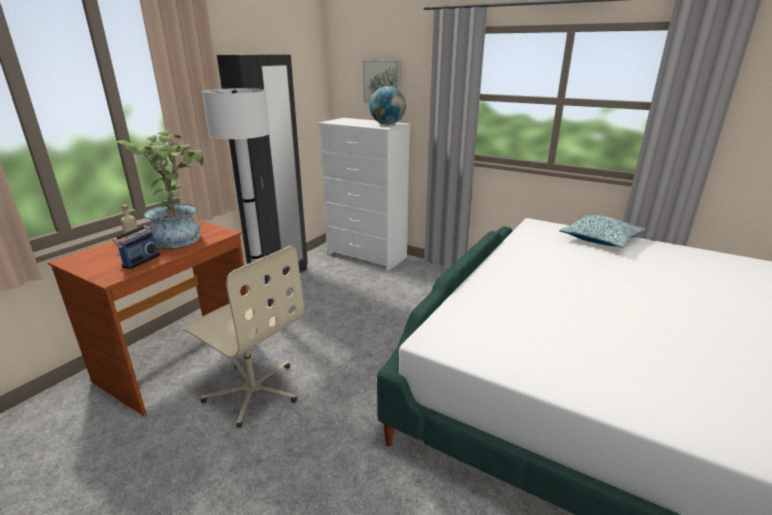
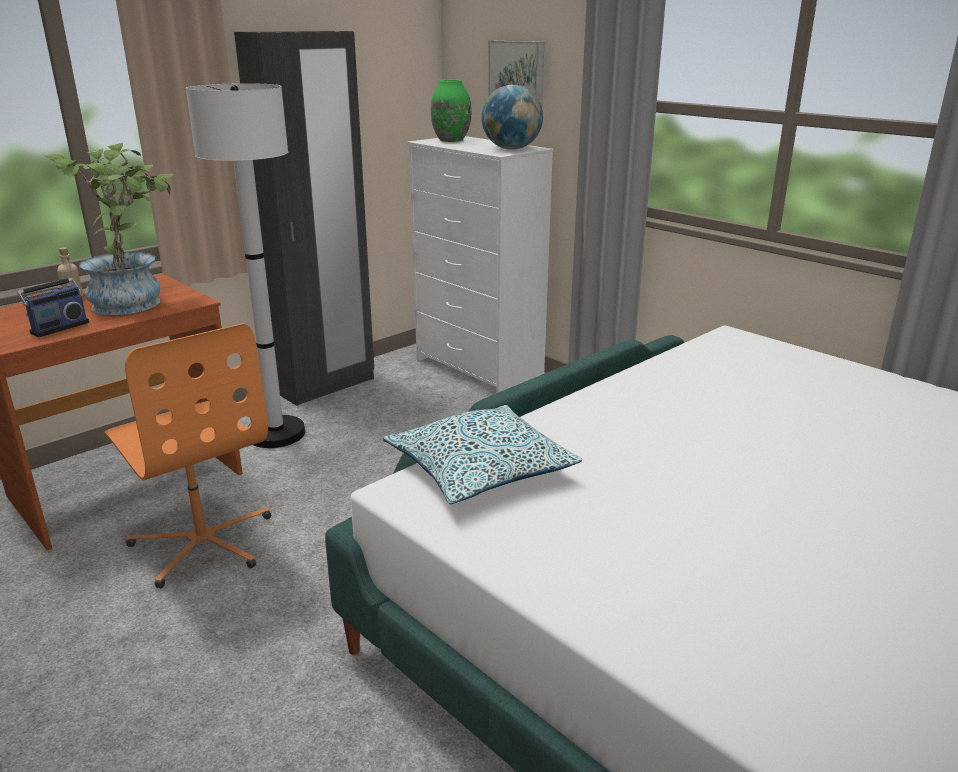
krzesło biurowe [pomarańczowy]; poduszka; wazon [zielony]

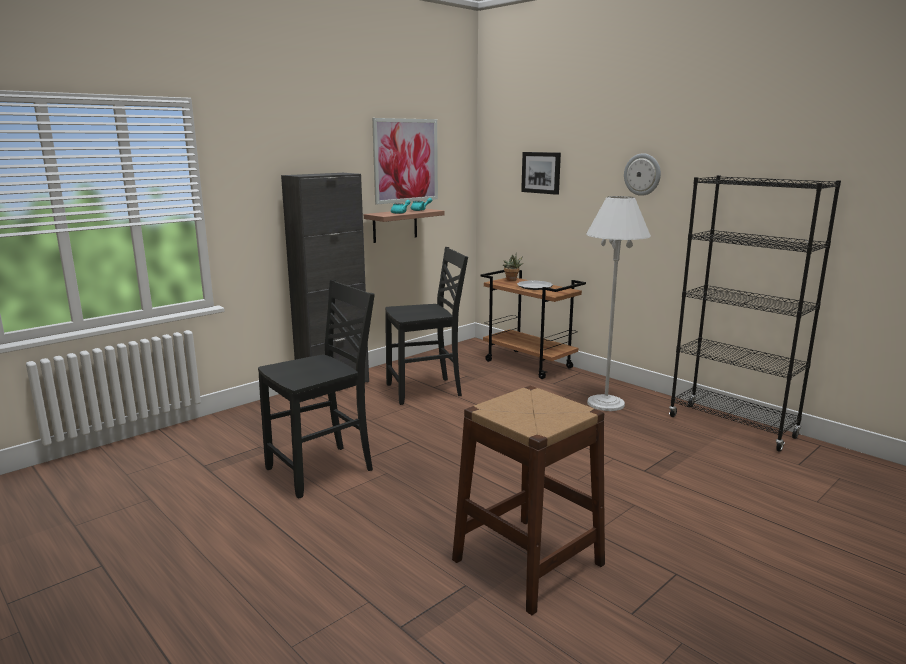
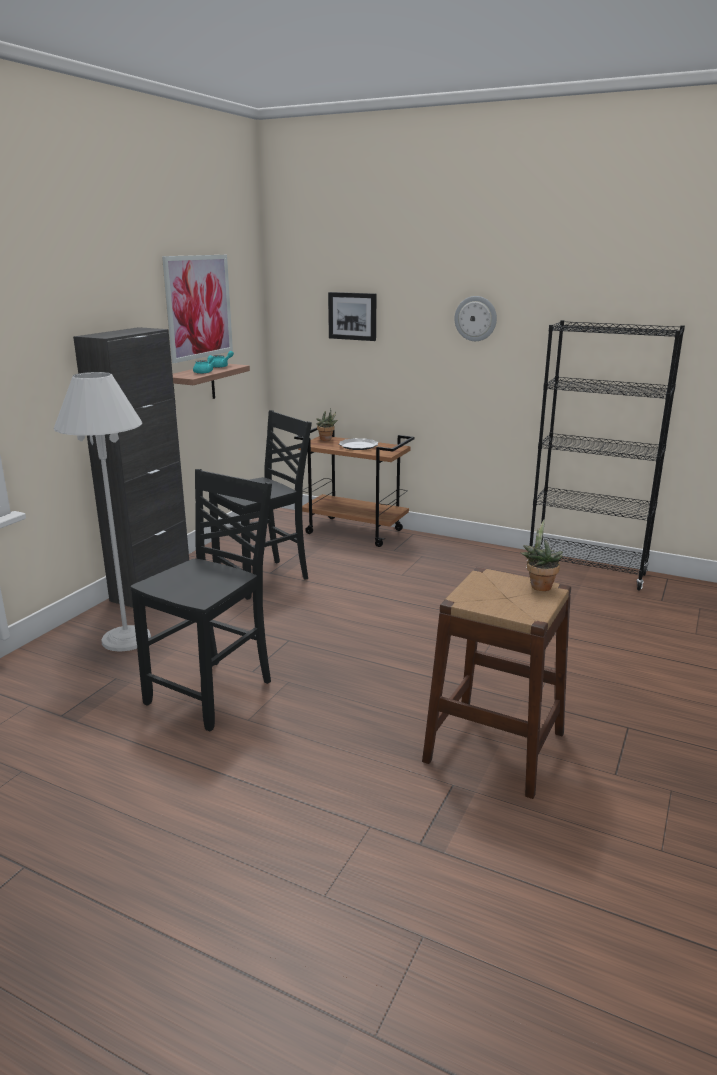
lampa stojąca [biały]; roślina doniczkowa (no. 2 from left)

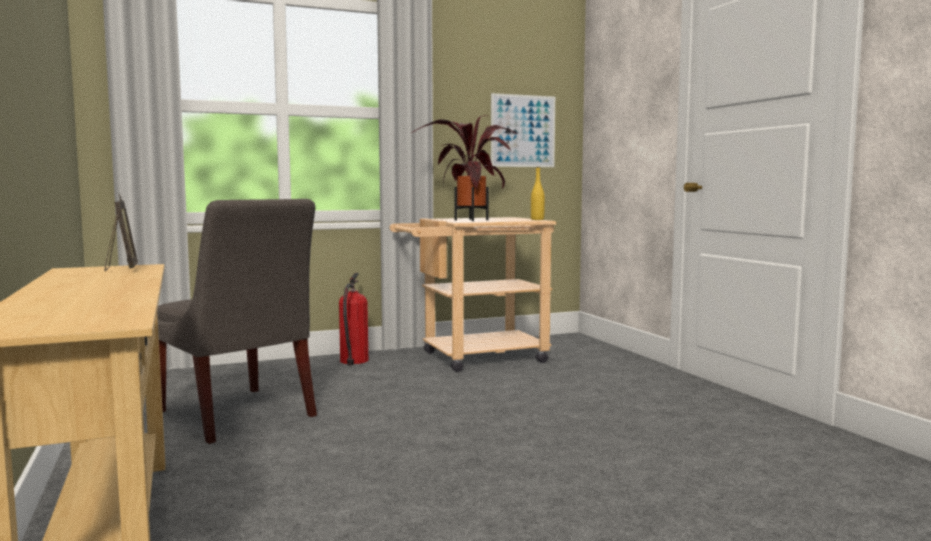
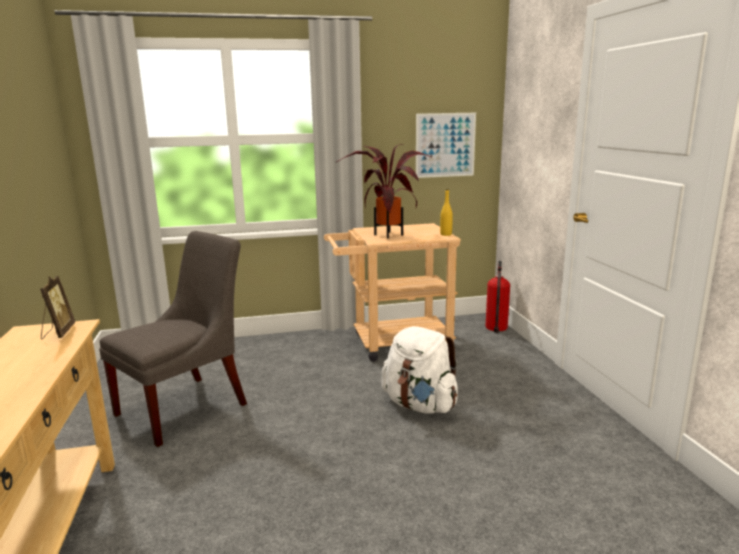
krzesło [szary]; plecak [biały]; gaśnica

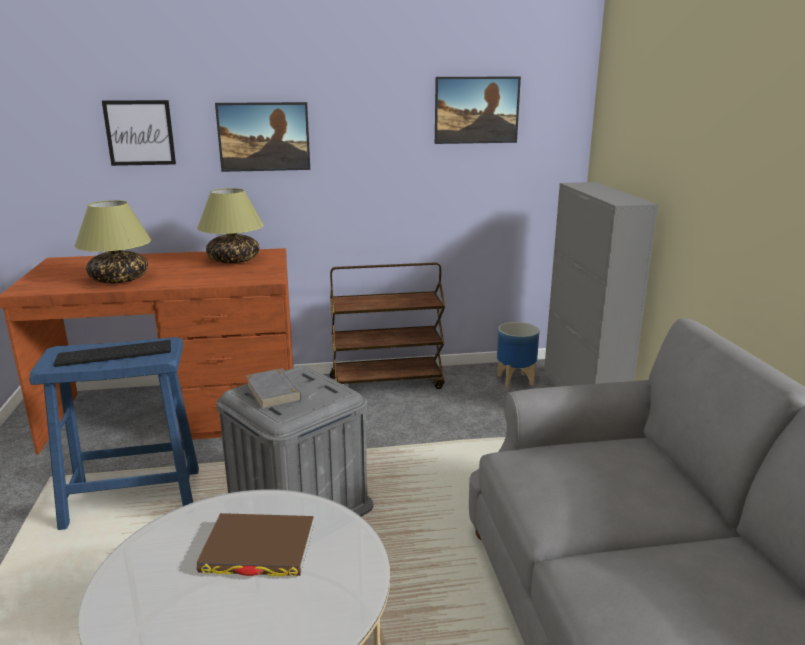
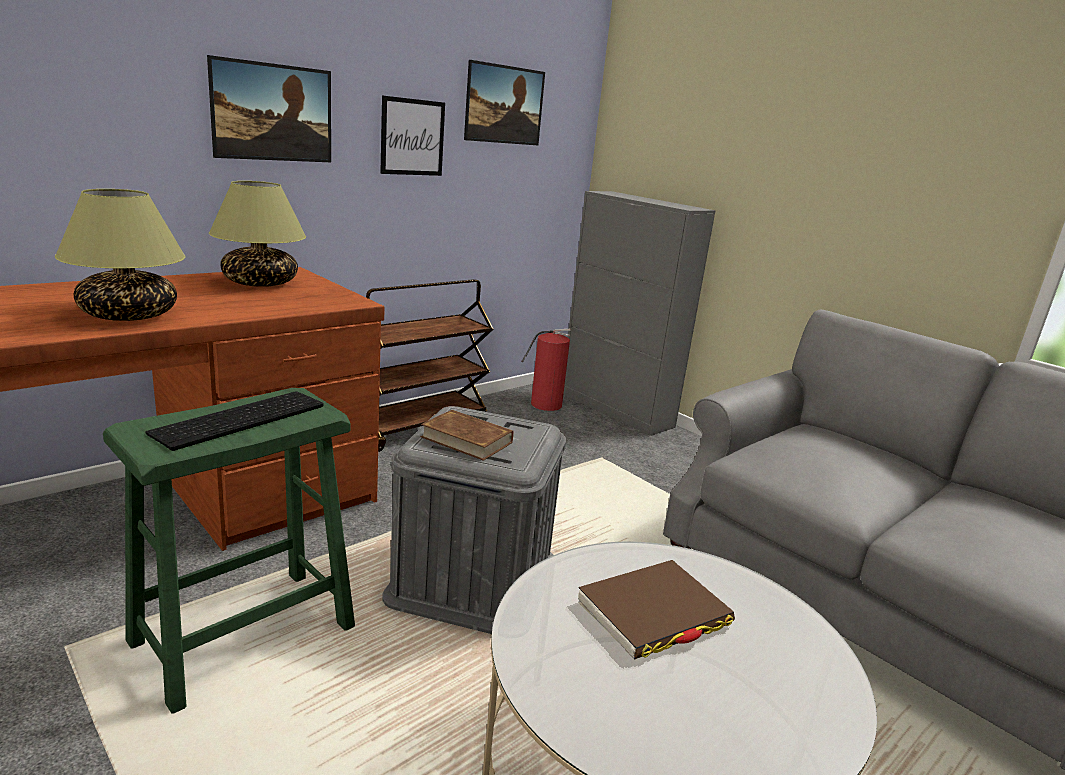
stołek [zielony]; obraz (no. 2 from left); książka [brązowy] (no. 1 from left); gaśnica

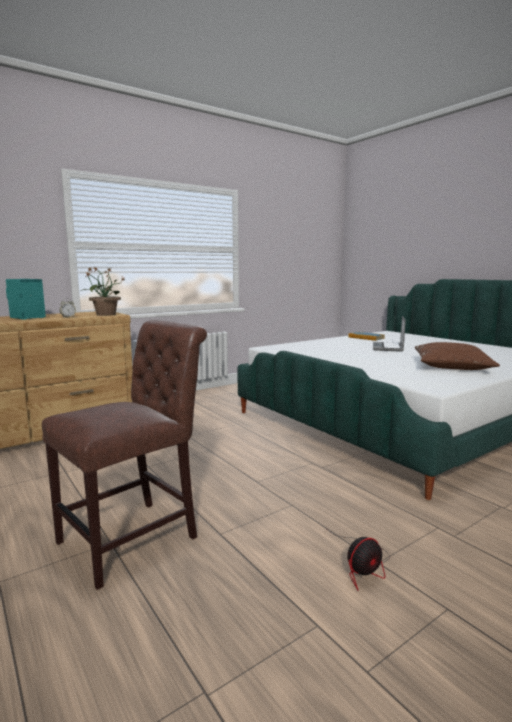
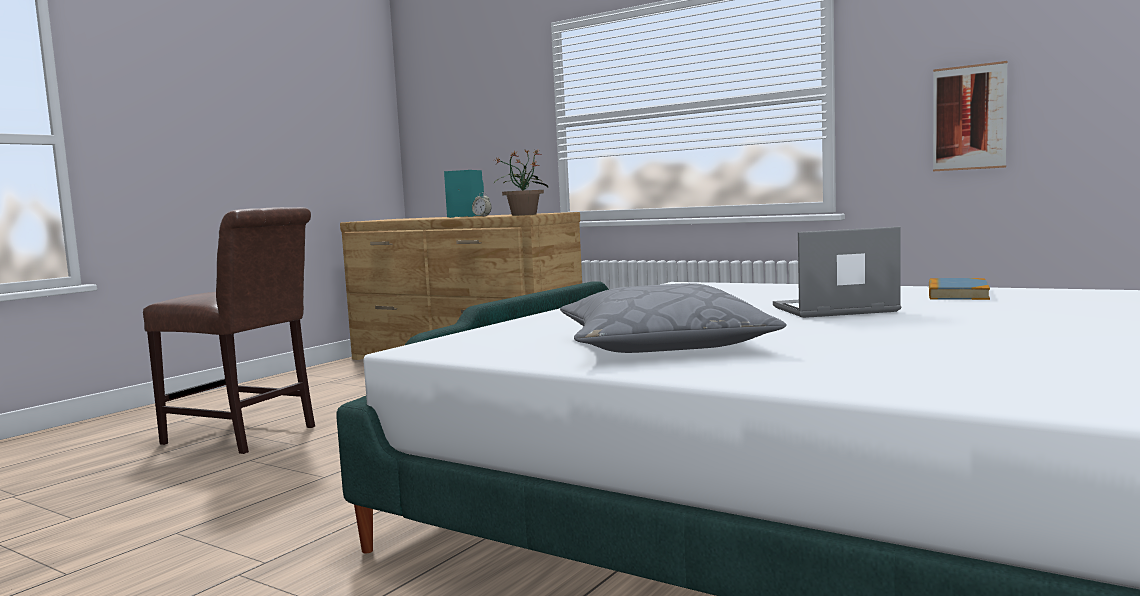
poduszka [szary]; obraz; wentylator

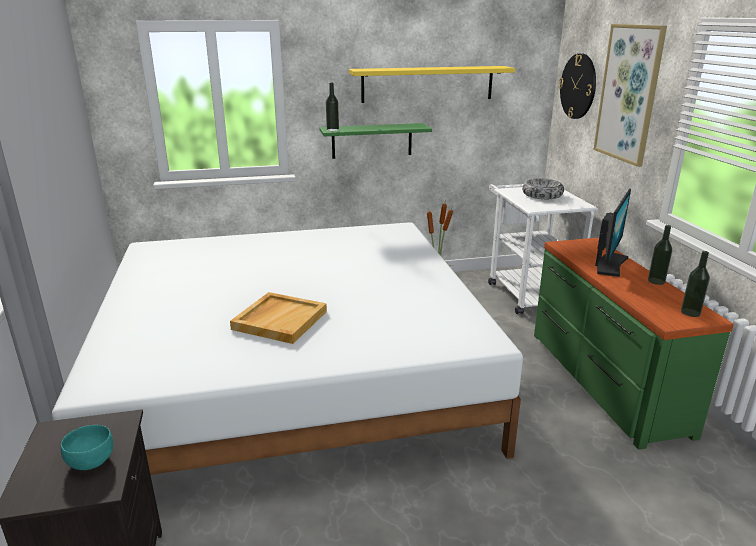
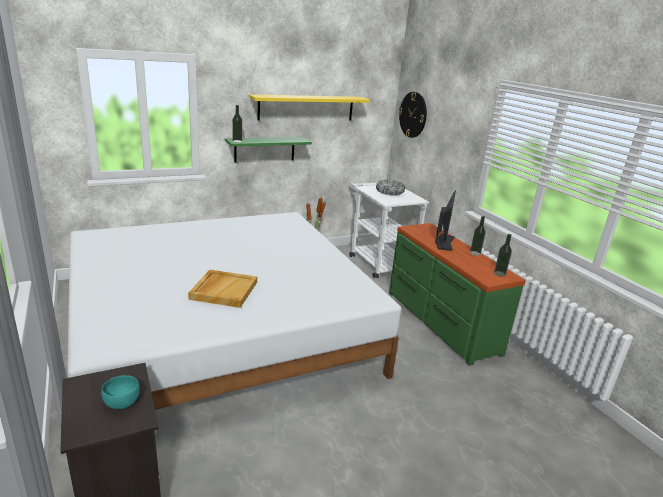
obraz

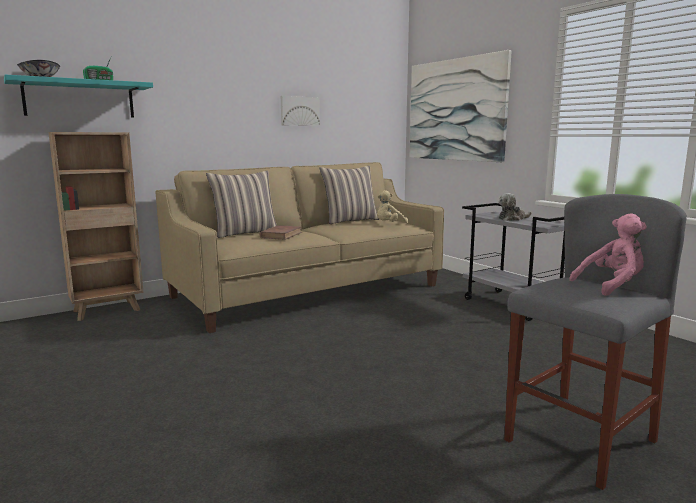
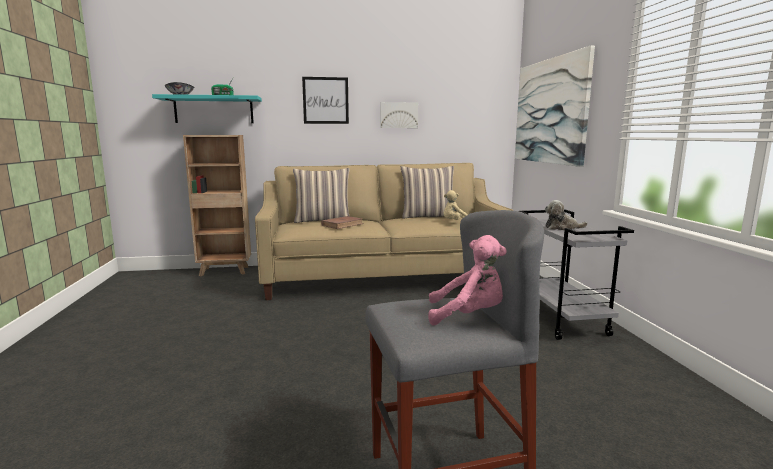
obraz (no. 1 from left)

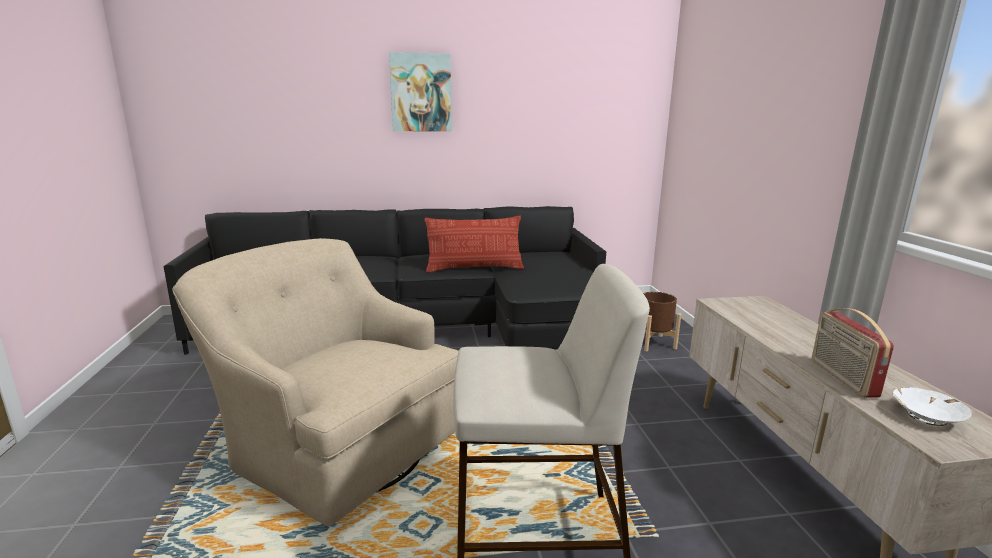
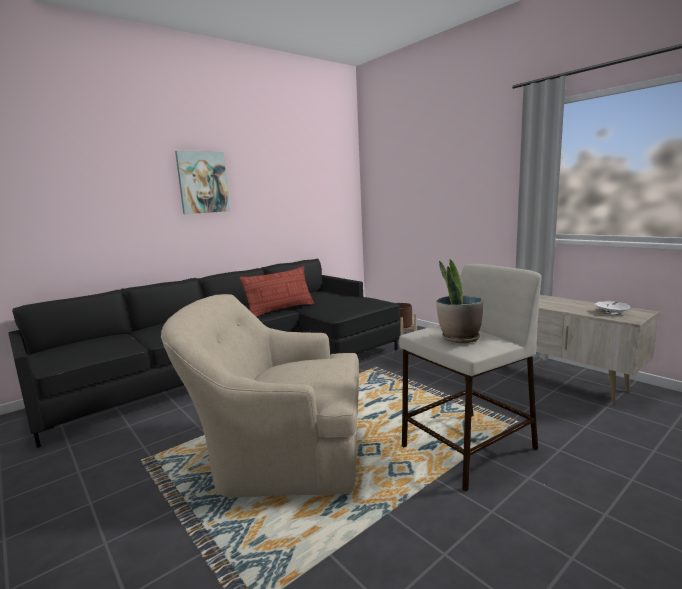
roślina doniczkowa; radio

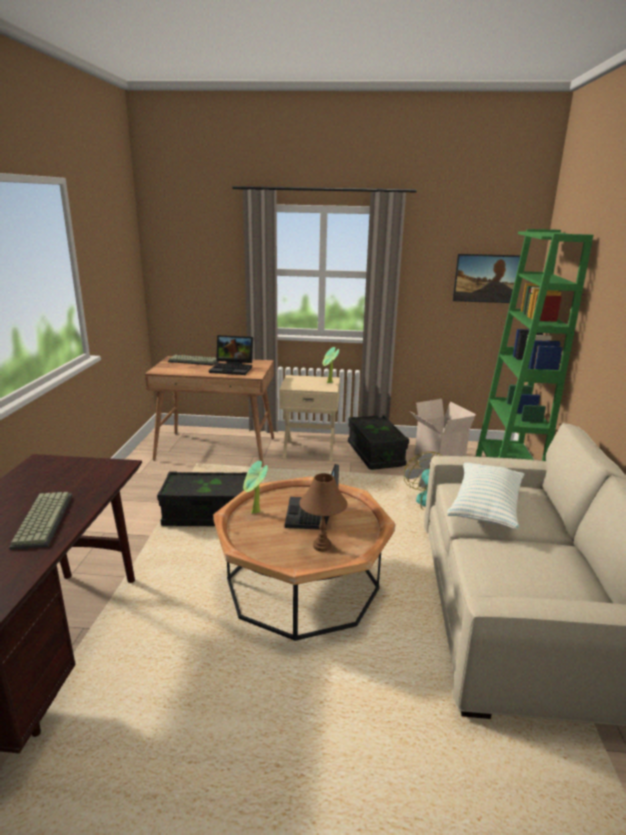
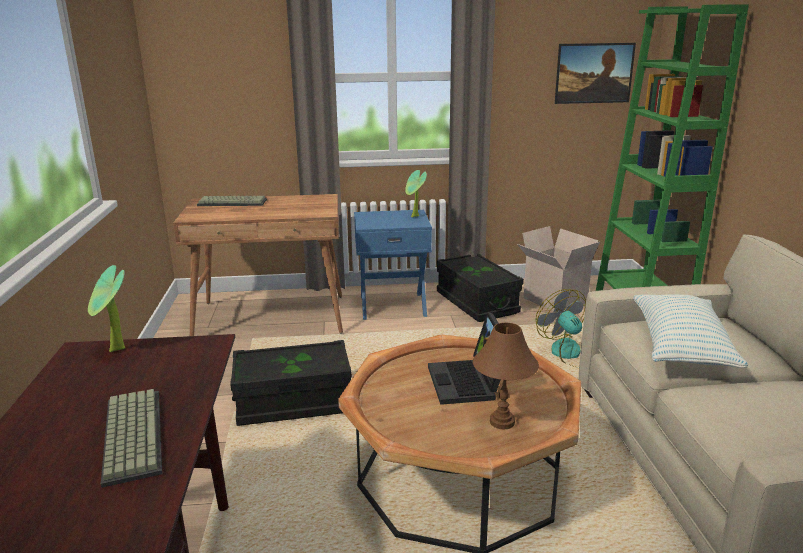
roślina doniczkowa (no. 1 from left); szafka nocna [niebieski]; laptop (no. 1 from left in the first image)

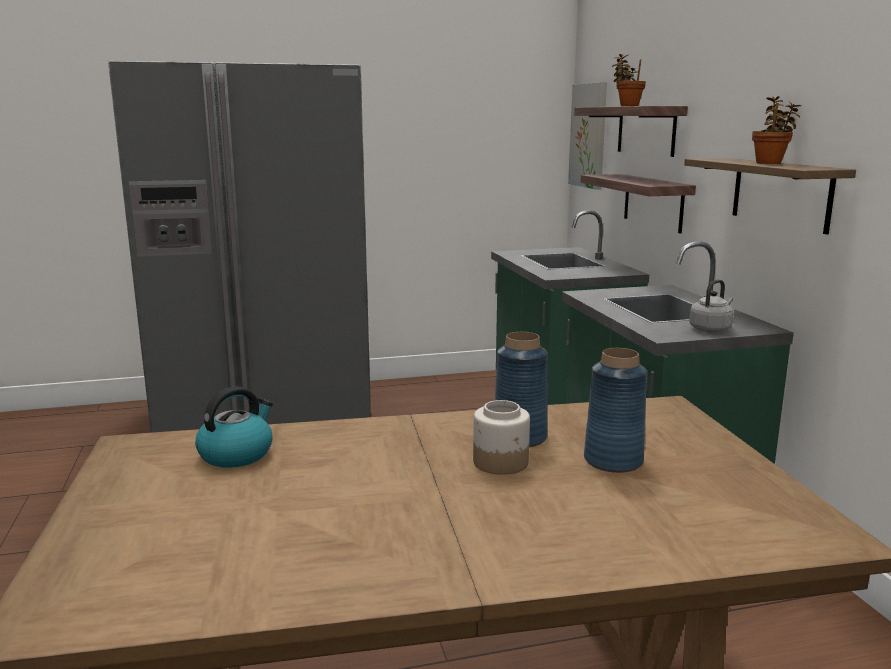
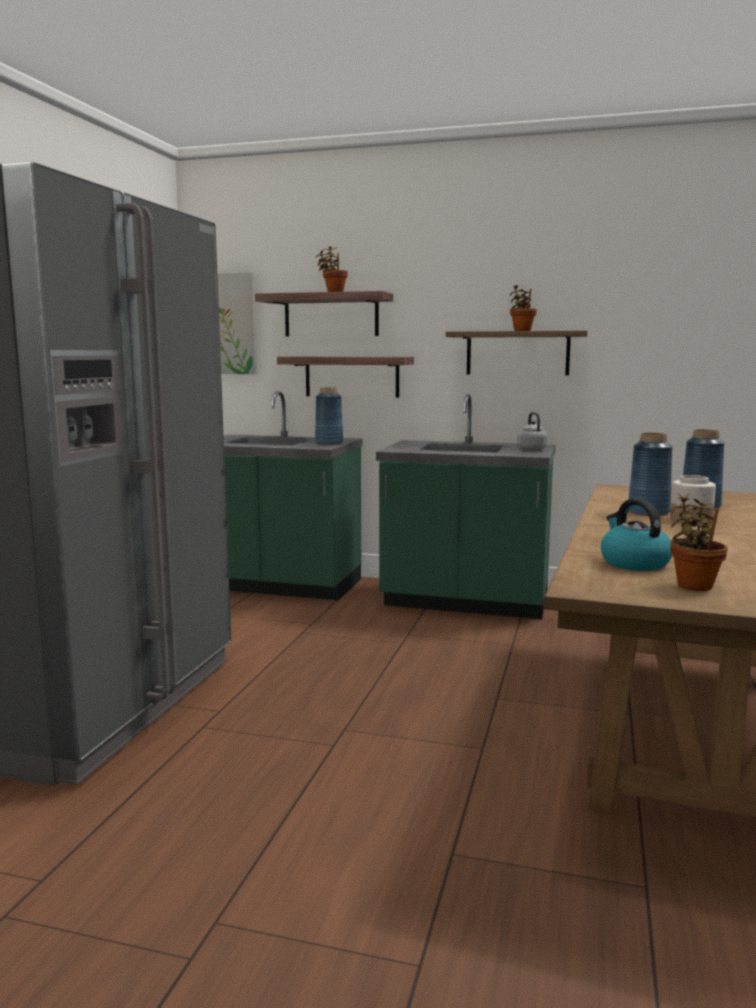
wazon [niebieski] (no. 1 from left); roślina doniczkowa (no. 3 from left)

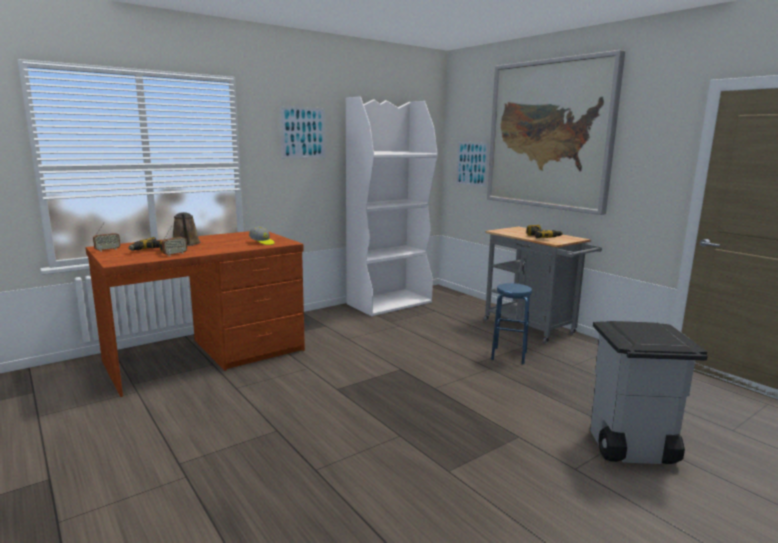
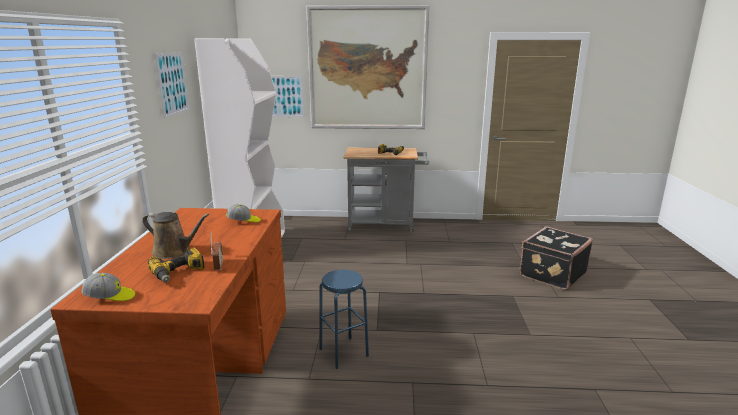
czapka z daszkiem (no. 1 from left); stołek [niebieski]; walizka [czarny]

